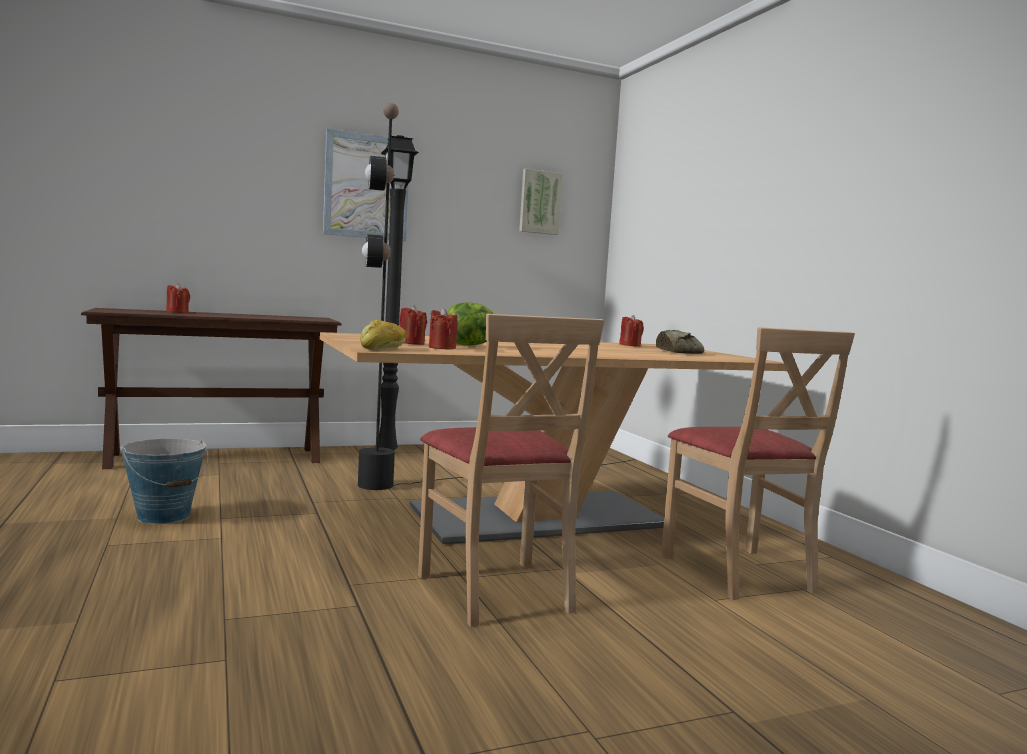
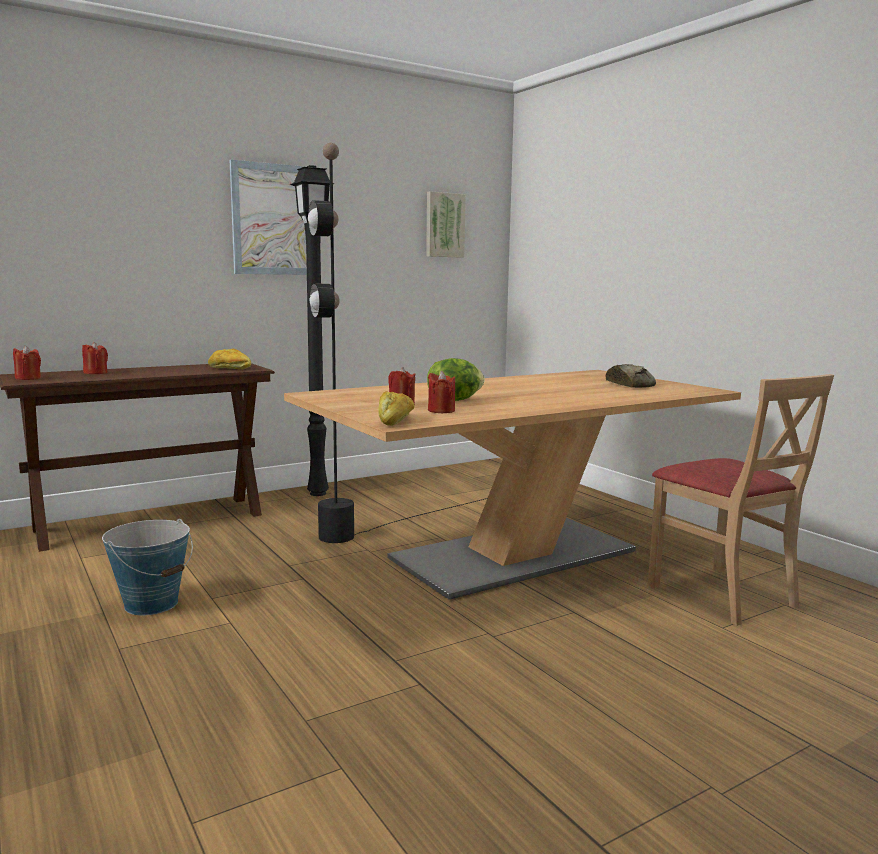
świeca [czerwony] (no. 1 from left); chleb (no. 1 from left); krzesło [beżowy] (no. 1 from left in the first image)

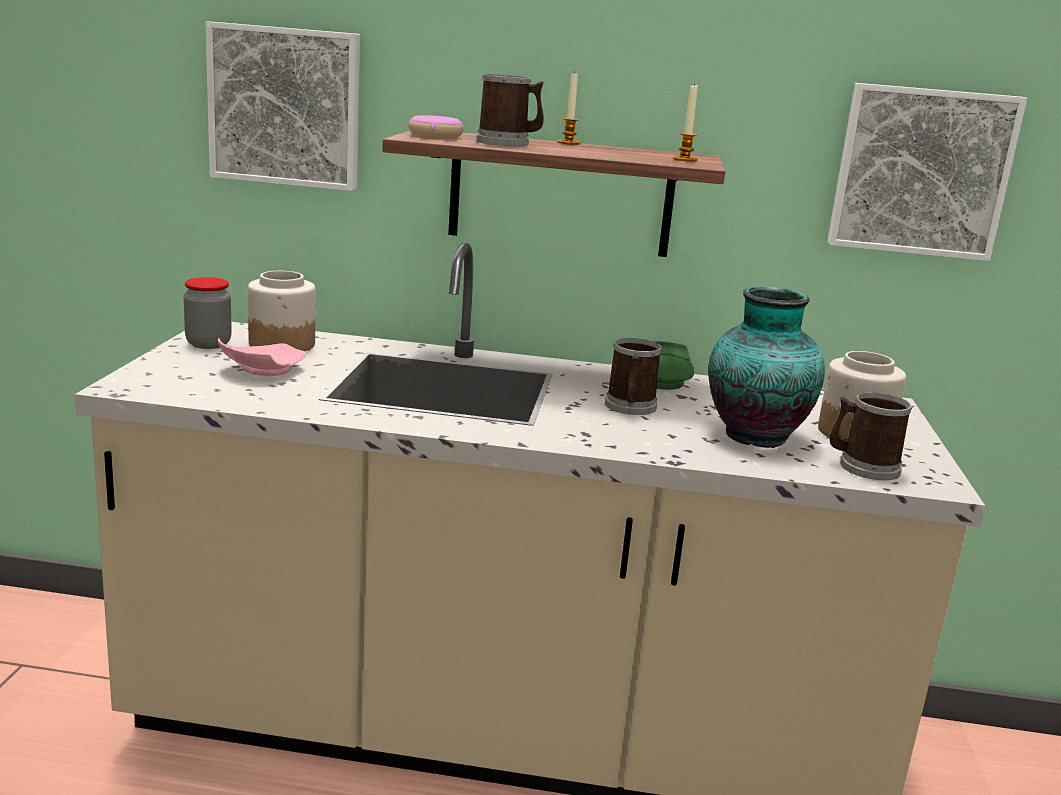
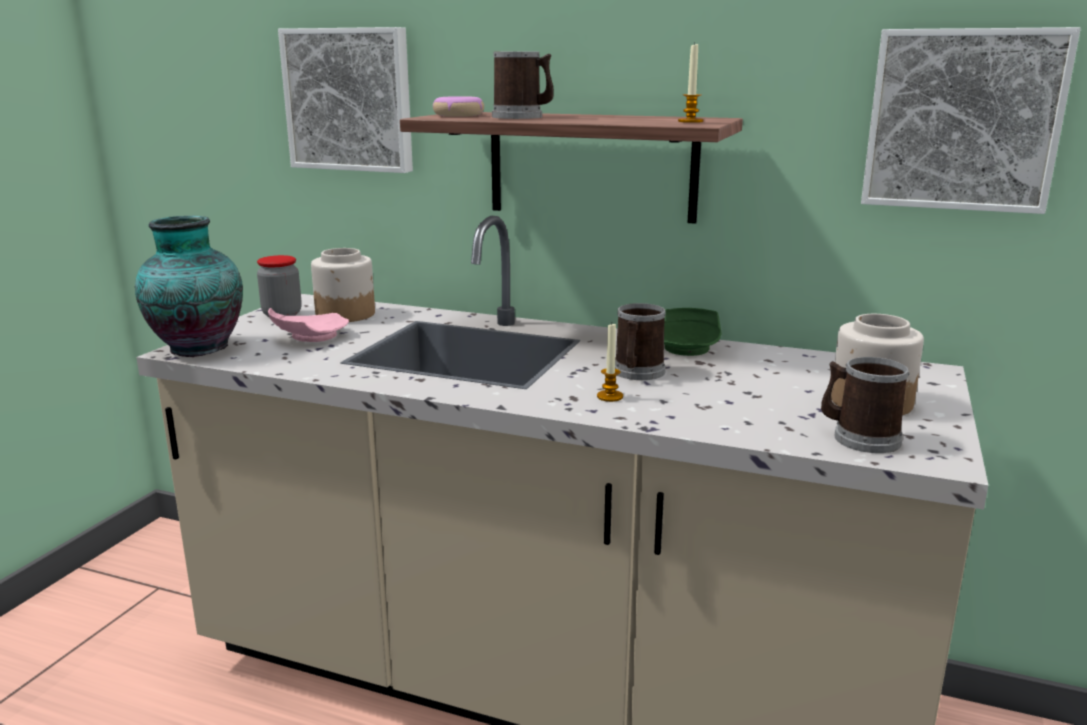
wazon; świeca (no. 1 from left)

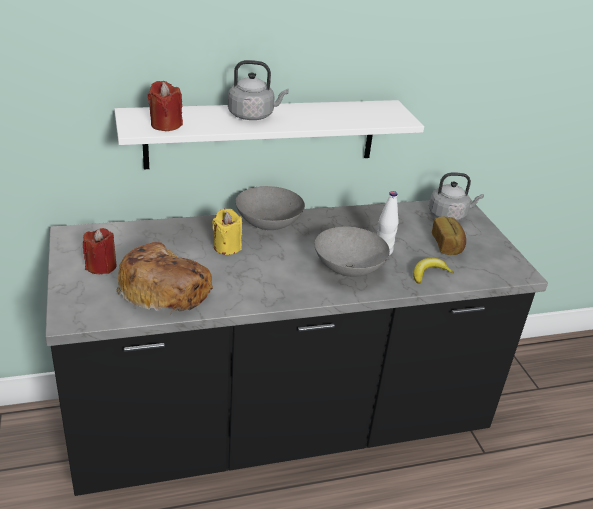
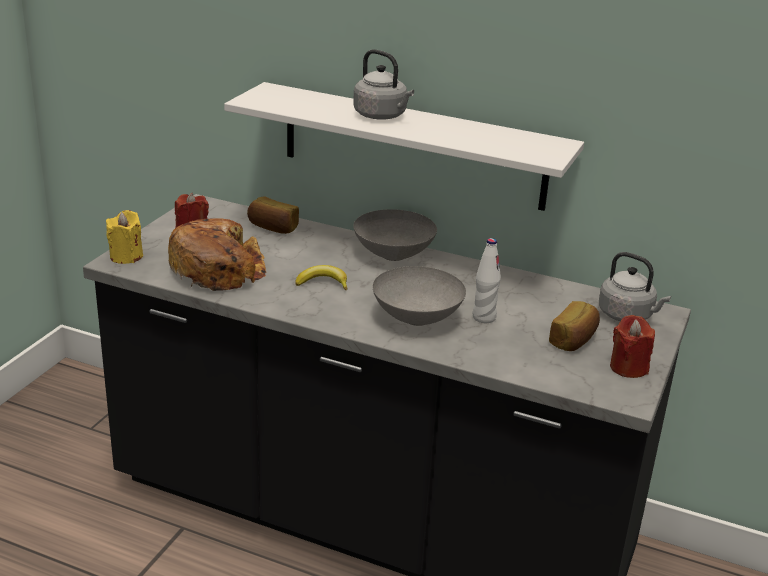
świeca [żółty]; chleb (no. 2 from left); banan; świeca [czerwony] (no. 2 from left)

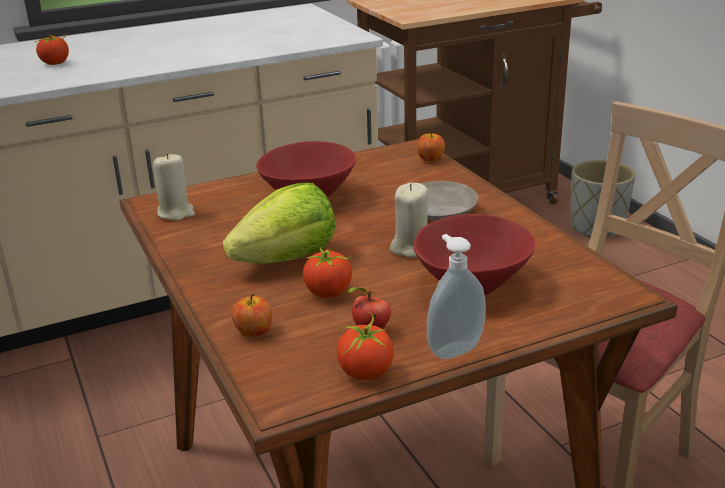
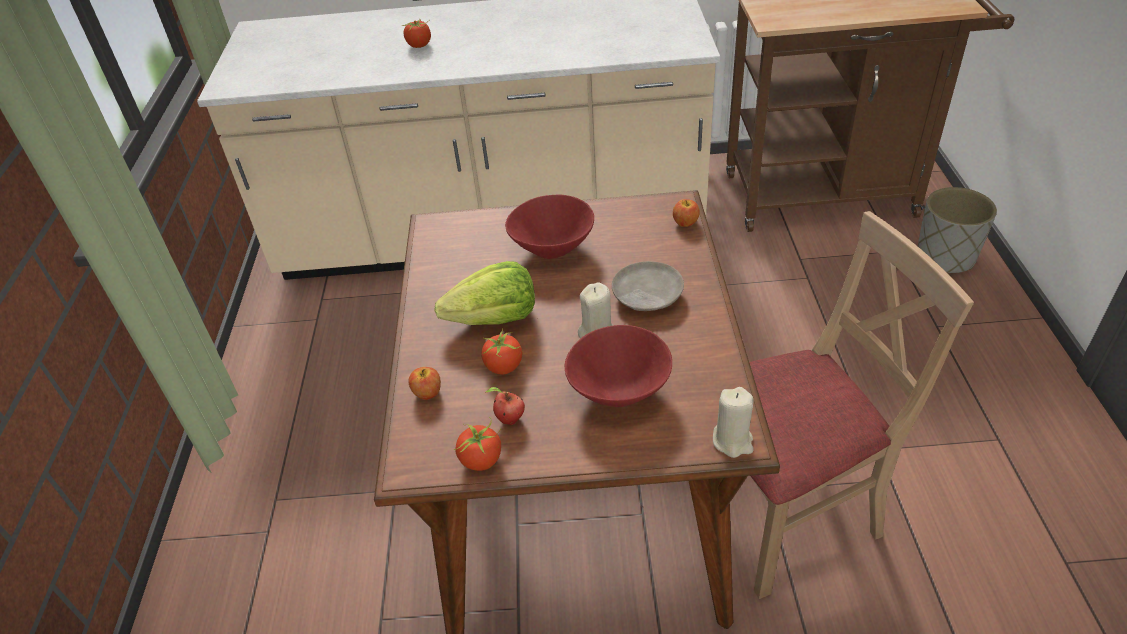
świeca [beżowy] (no. 2 from left); dozownik mydła

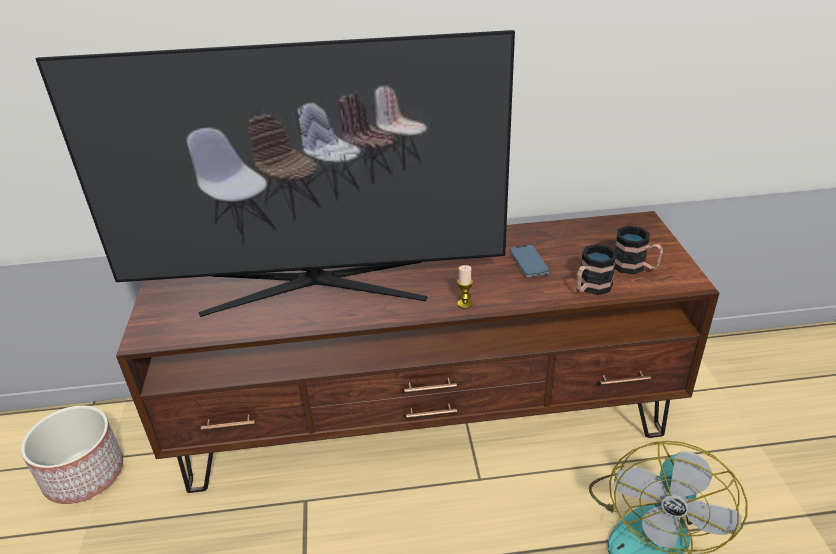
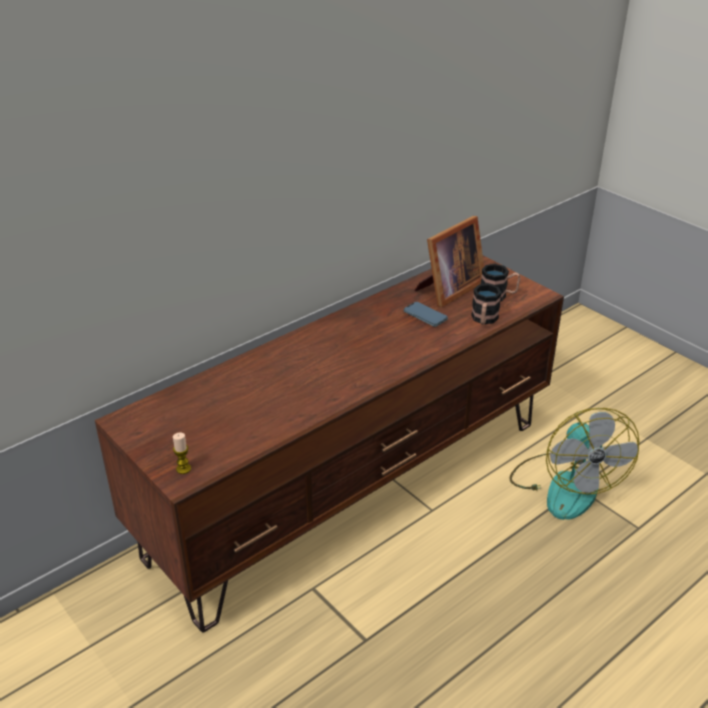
świeca; ramka na zdjęcie; donica; telewizor

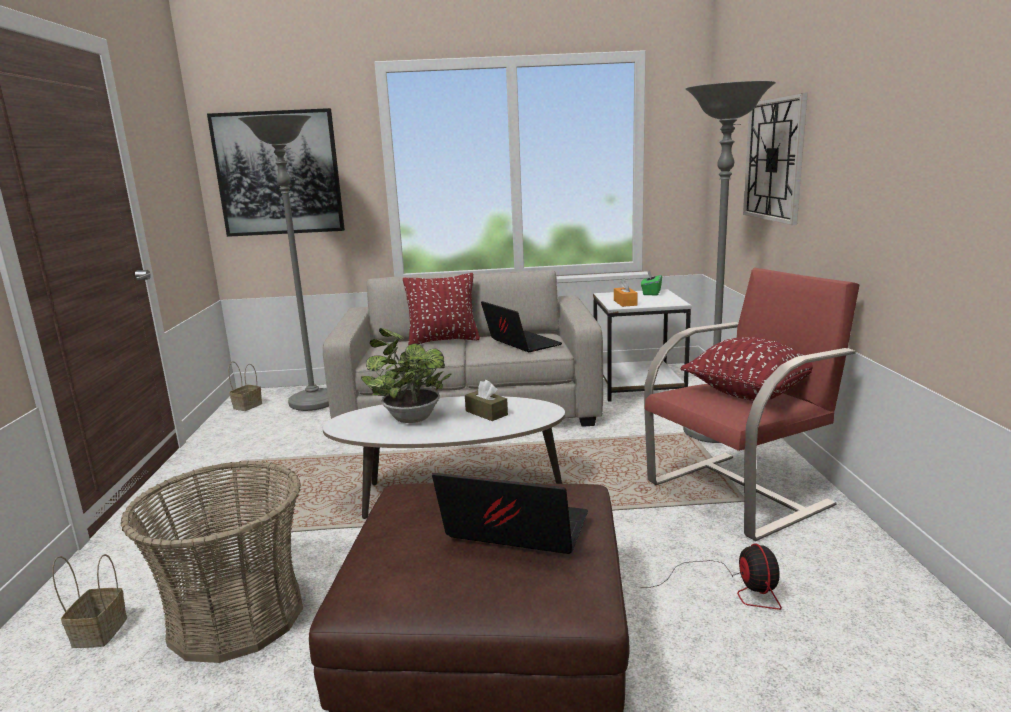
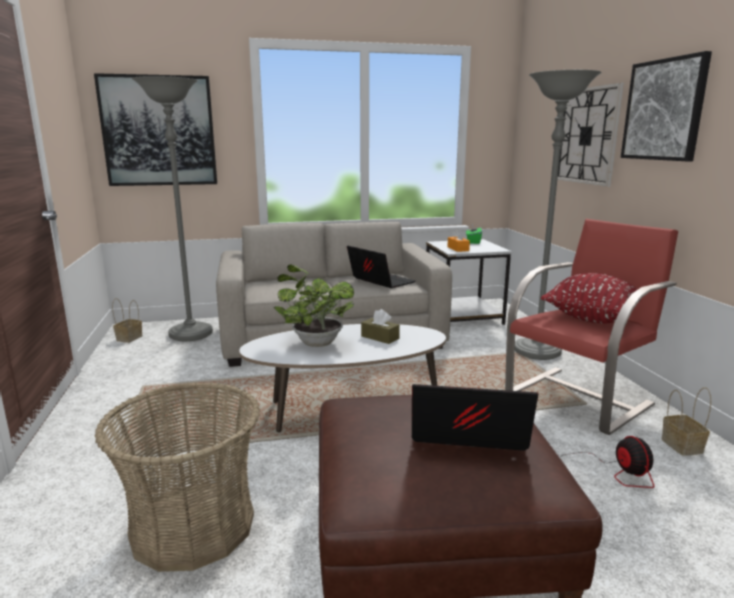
obraz (no. 2 from left); koszyk (no. 3 from left); poduszka [czerwony] (no. 1 from left in the first image)

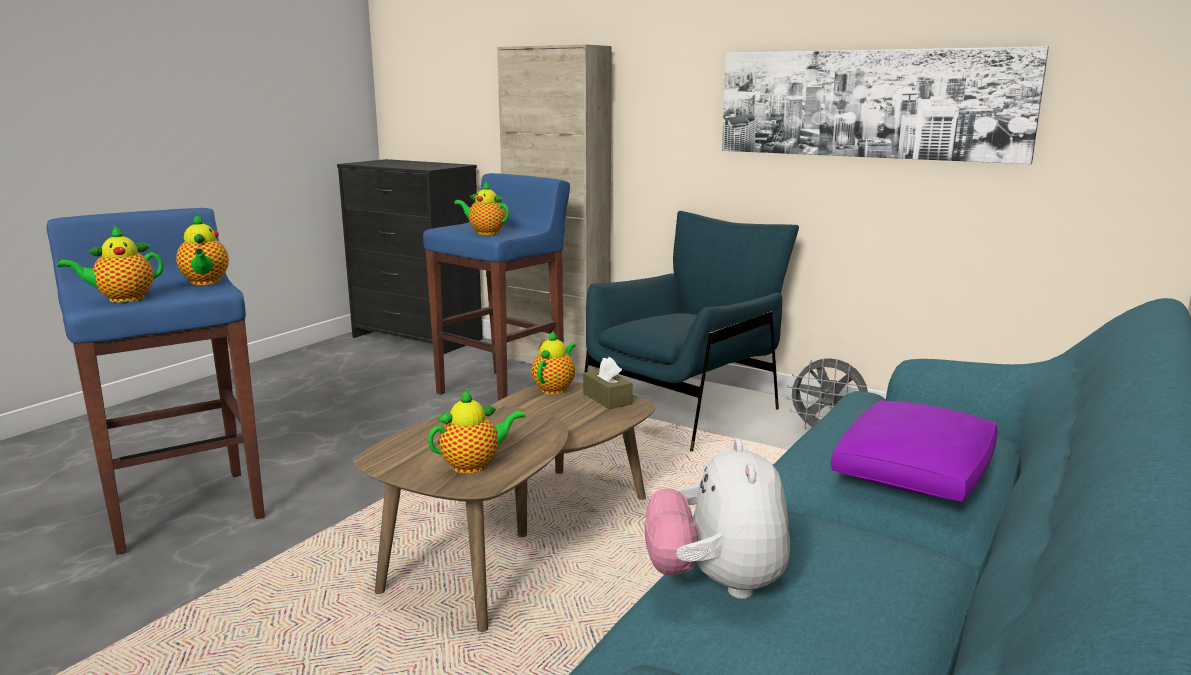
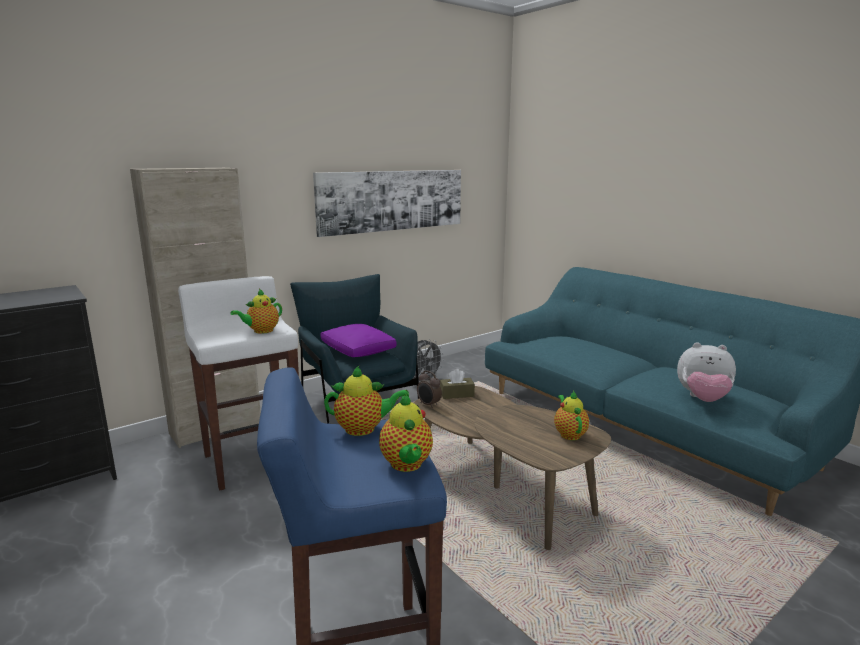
stołek [biały]; poduszka [fioletowy]; budzik

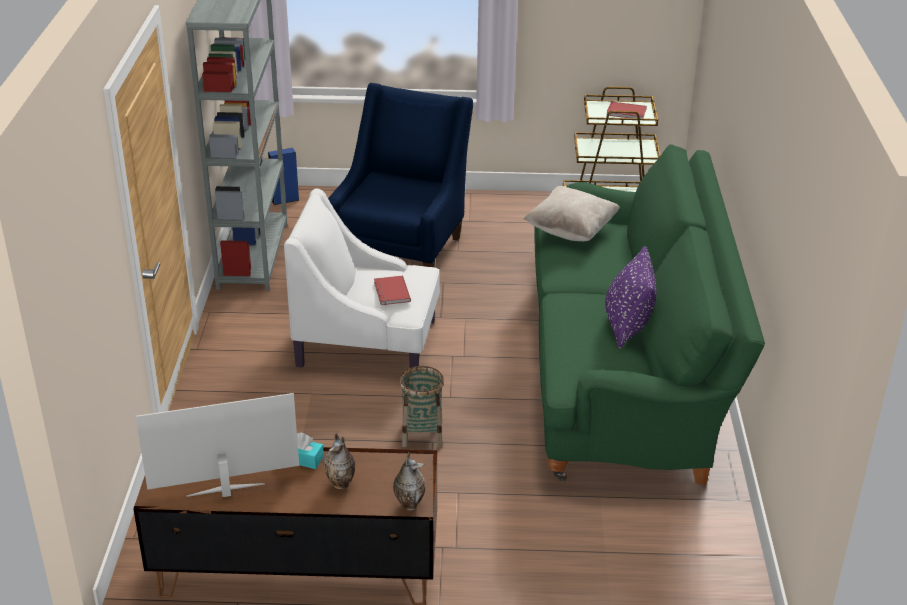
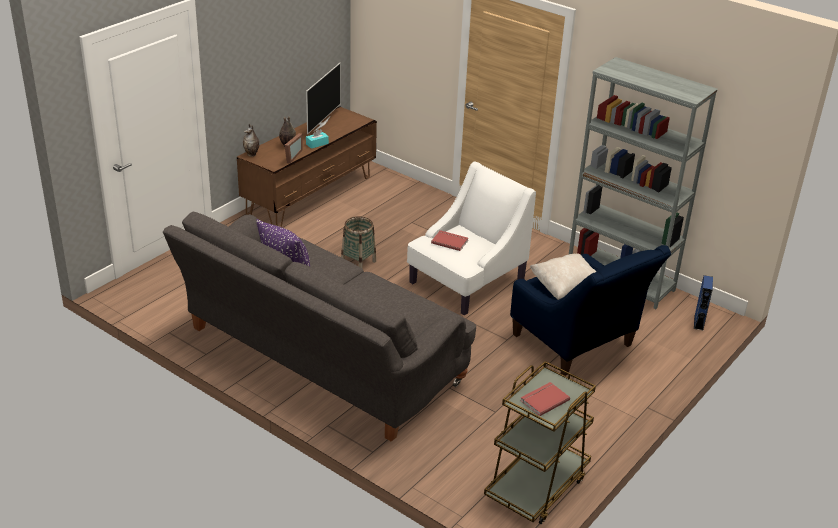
kanapa [szary]; ramka na zdjęcie; poduszka [beżowy]

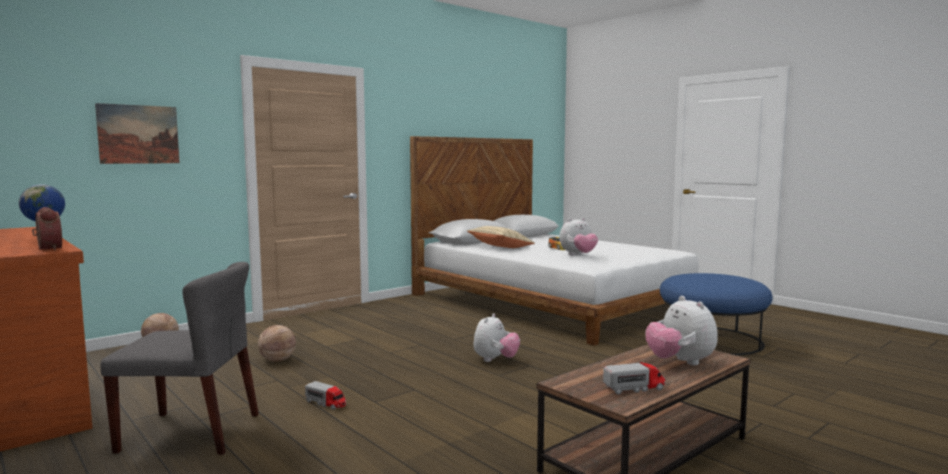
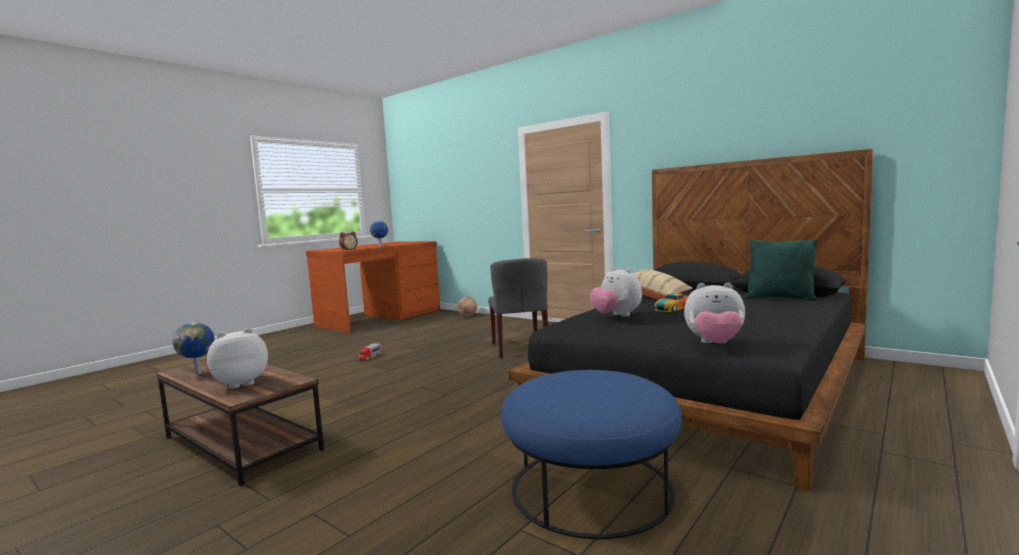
globus (no. 1 from left); krzesło [szary]; łóżko [czarny]; pluszak (no. 3 from left); poduszka [zielony]; obraz; piłka do koszykówki (no. 2 from left in the first image)

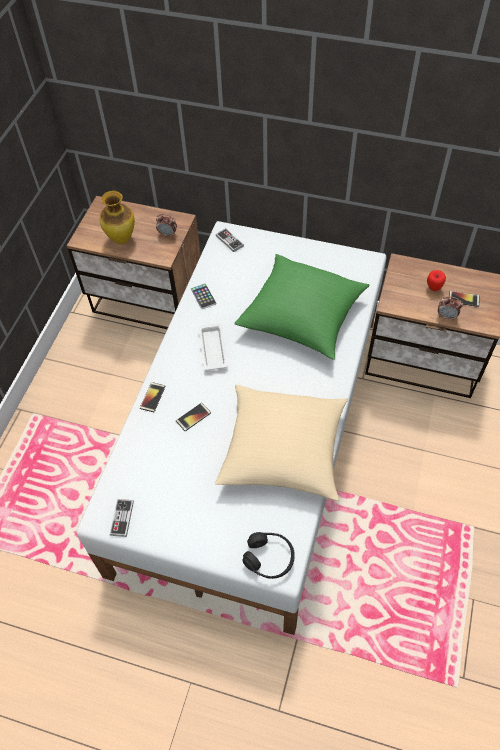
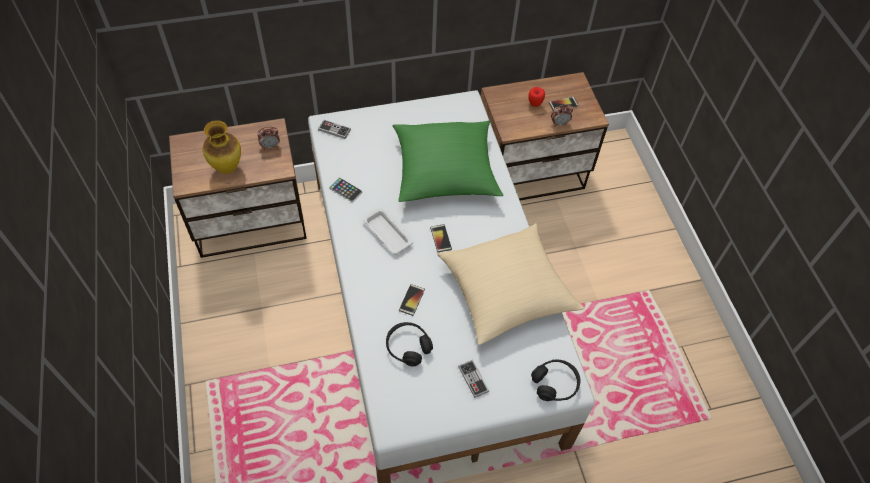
słuchawki [czarny] (no. 1 from left); telefon (no. 3 from left); pad do gier (no. 2 from left)

